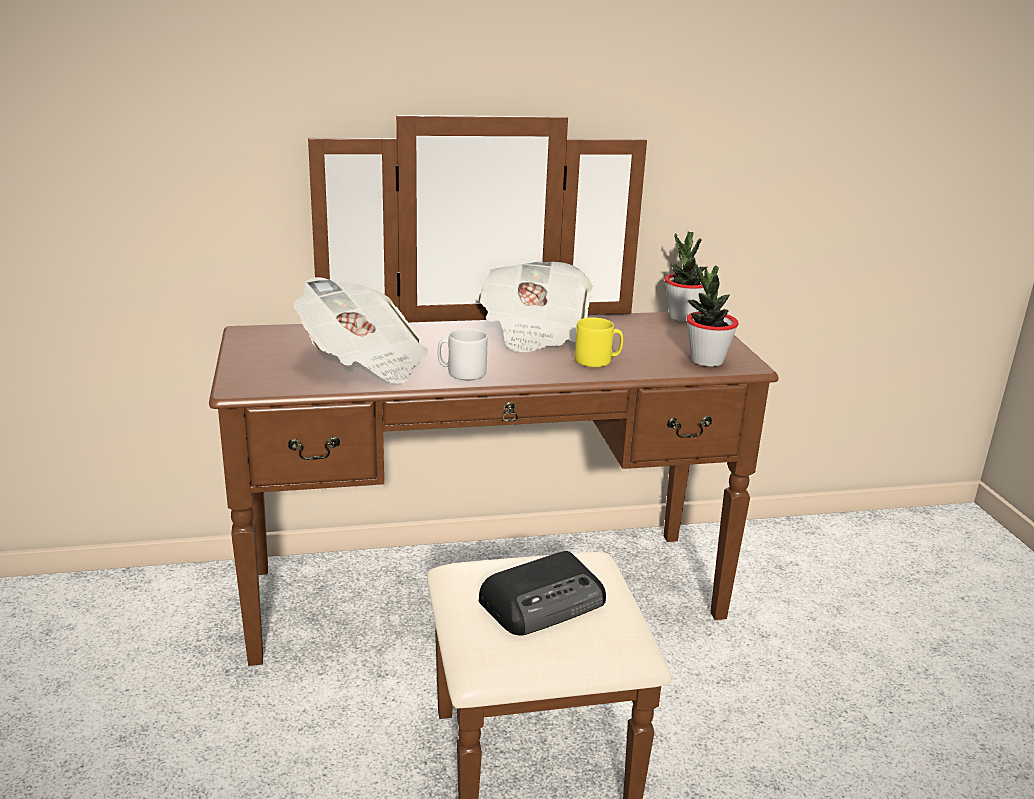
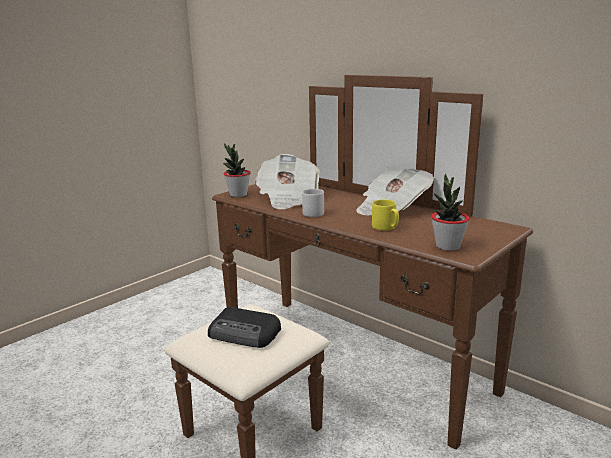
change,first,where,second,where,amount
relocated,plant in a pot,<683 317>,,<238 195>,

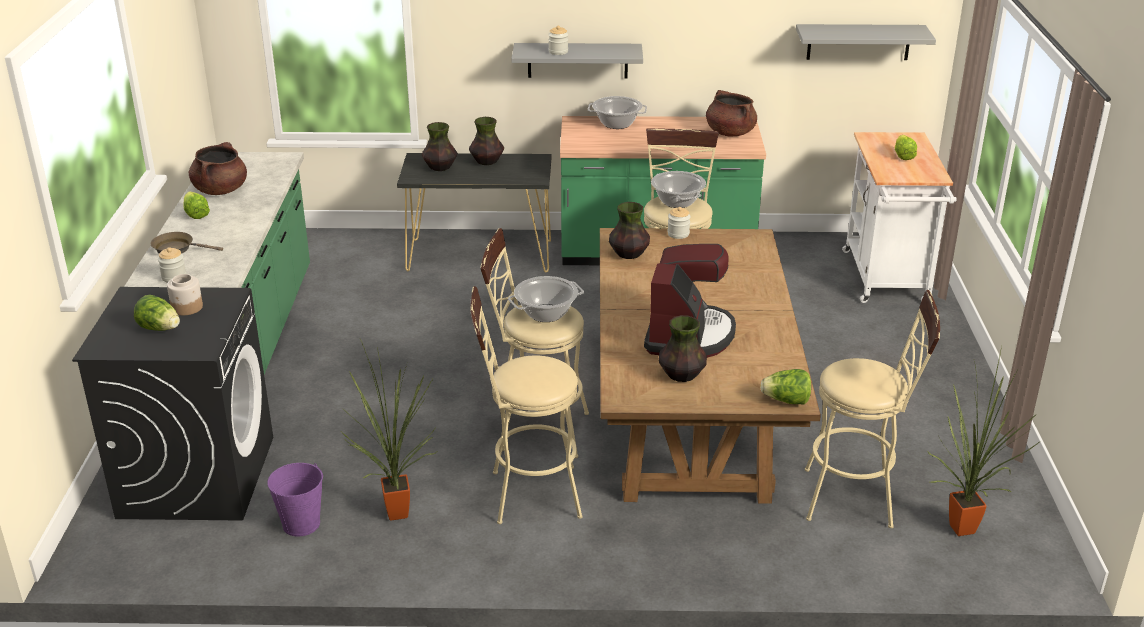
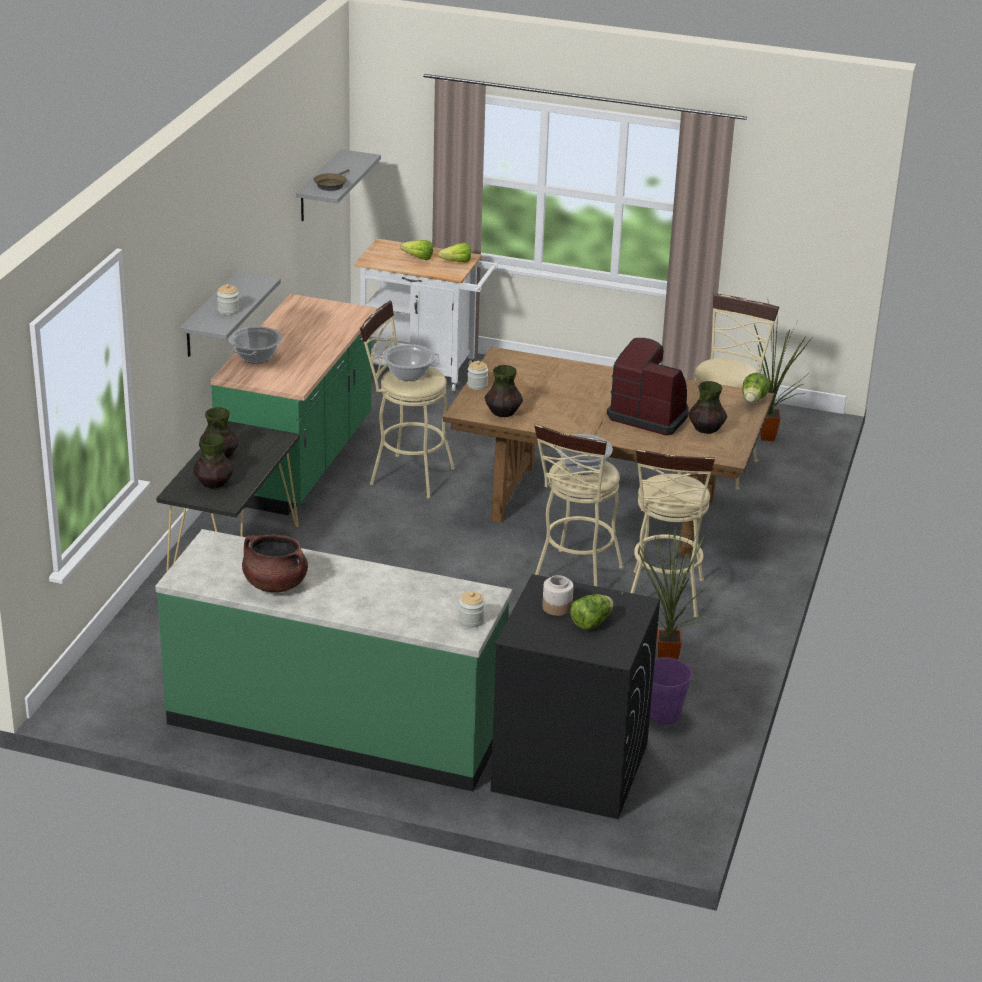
change,first,where,second,where,amount
missing,brown-coloured stockpot,<729 133>,,,
relocated,brown-coloured frying pan,<177 249>,,<331 185>,
relocated,lettuce head,<196 213>,,<454 262>,

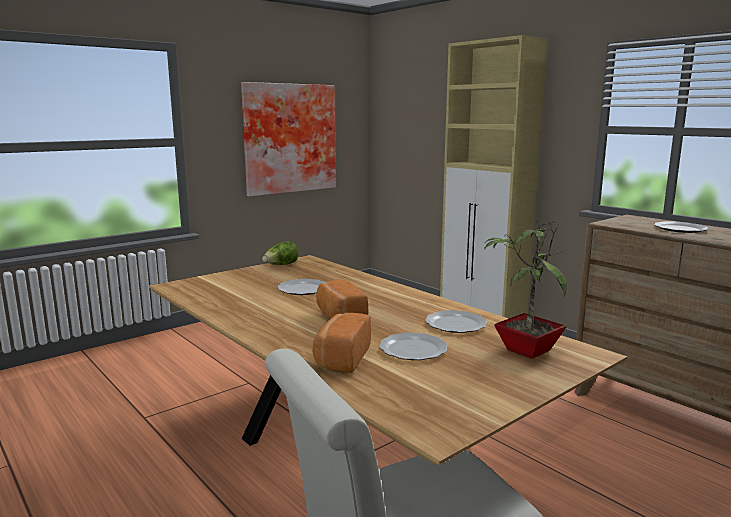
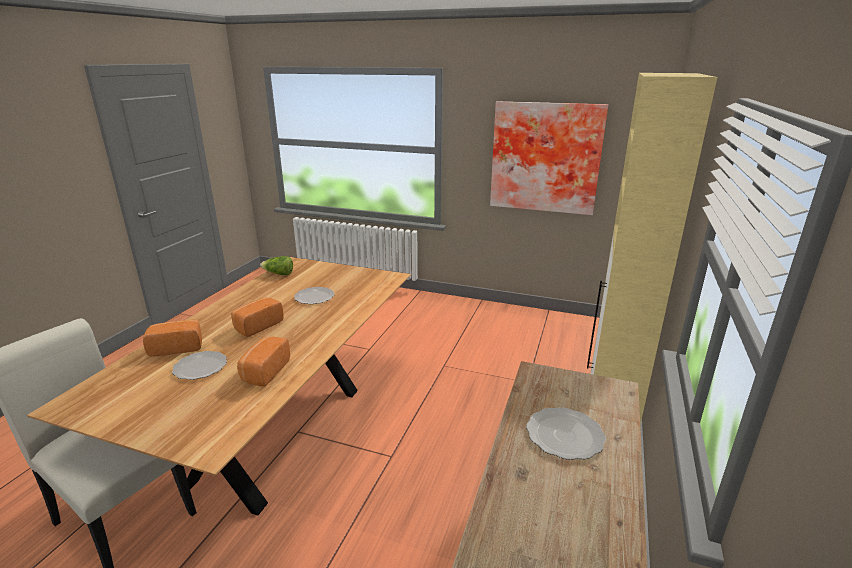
change,first,where,second,where,amount
missing,plant in a pot,<525 350>,,,
relocated,lettuce head,<281 265>,,<279 274>,
exchanged,dinner plate,<455 324>,bakery bread,<264 371>,

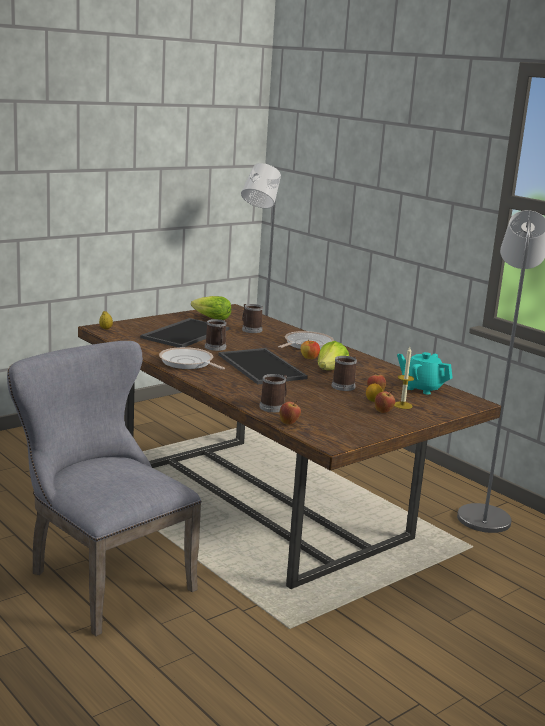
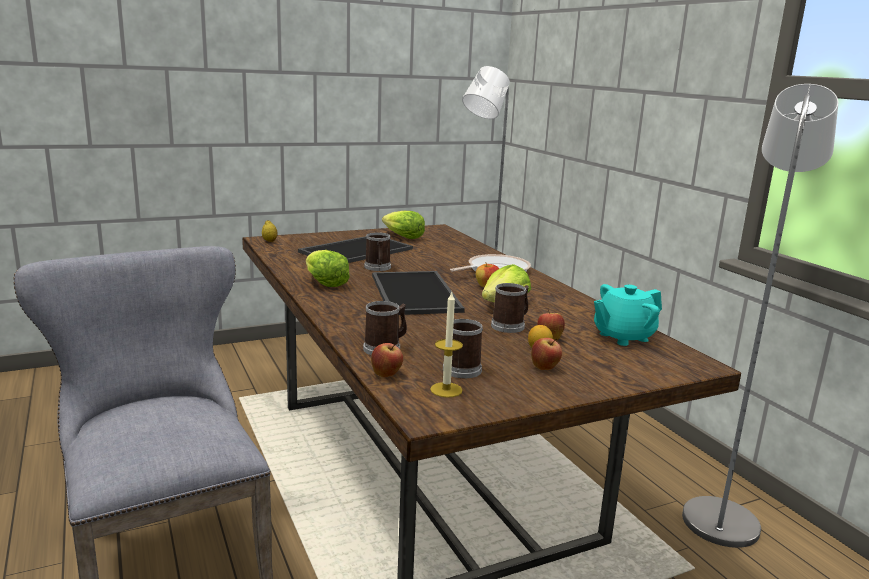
change,first,where,second,where,amount
relocated,mug,<250 329>,,<459 368>,
relocated,candle,<402 405>,,<446 390>,
exchanged,frying pan,<188 363>,lettuce head,<324 283>,
spun,blue-green pot for tea,<421 388>,,<623 337>,75 degrees counterclockwise

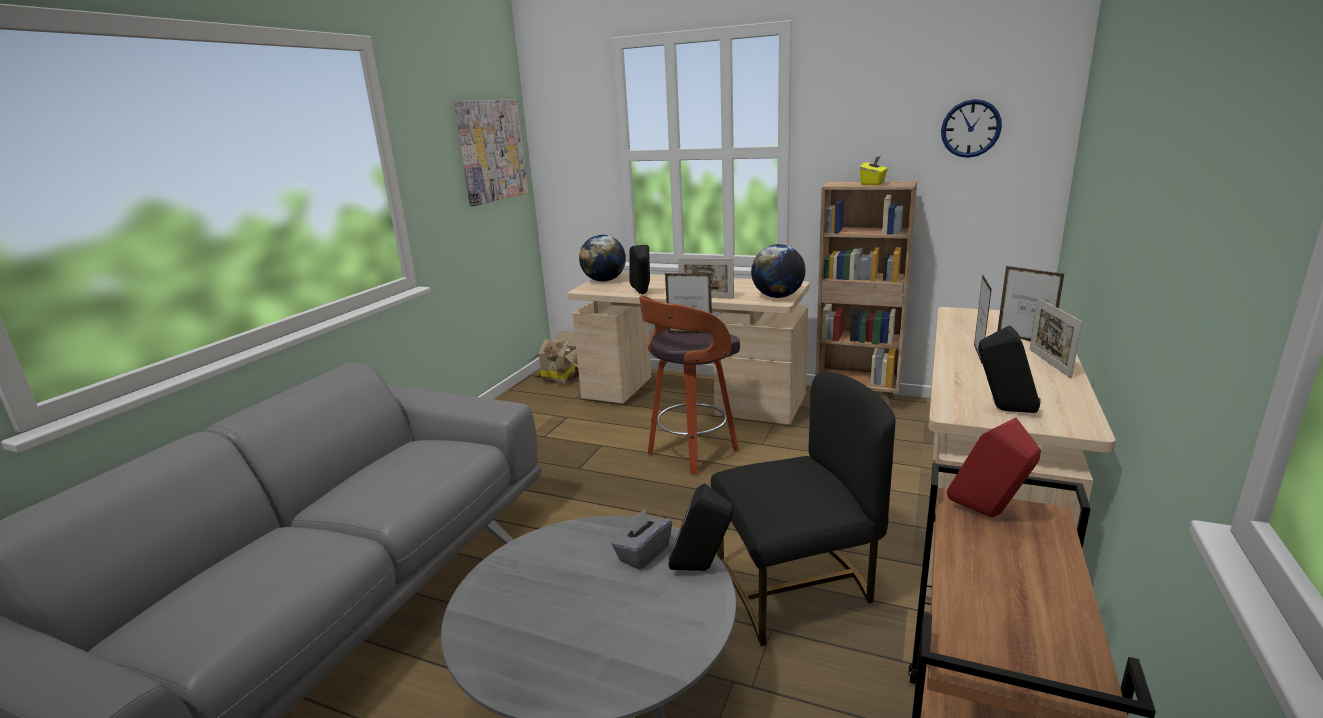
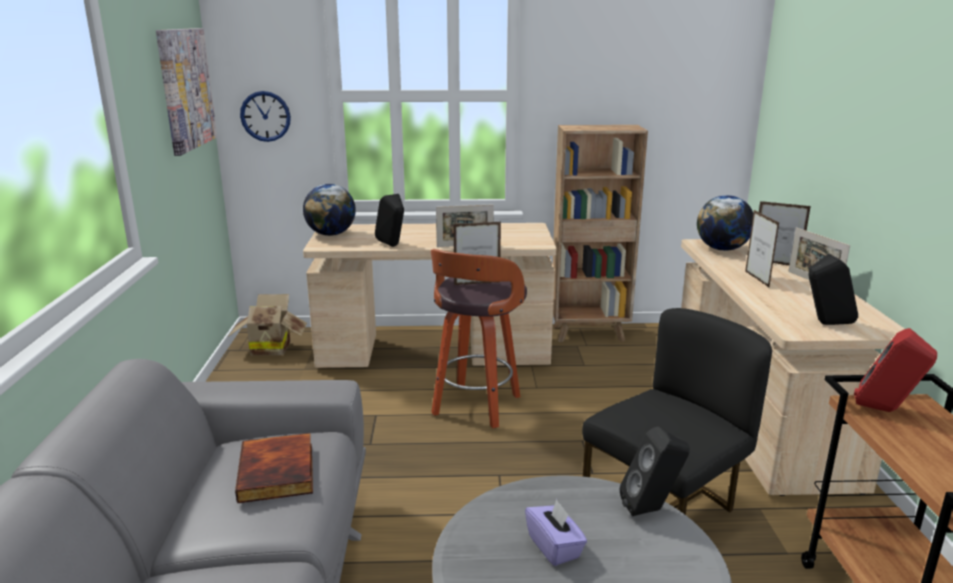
change,first,where,second,where,amount
missing,grey tissue holder,<643 553>,,,
missing,yellowish tissue holder,<873 184>,,,
appeared,,,book,<279 472>,
appeared,,,purple-coloured tissue holder,<554 547>,
relocated,globe,<777 297>,,<722 249>,
relocated,wall clock,<970 128>,,<265 116>,

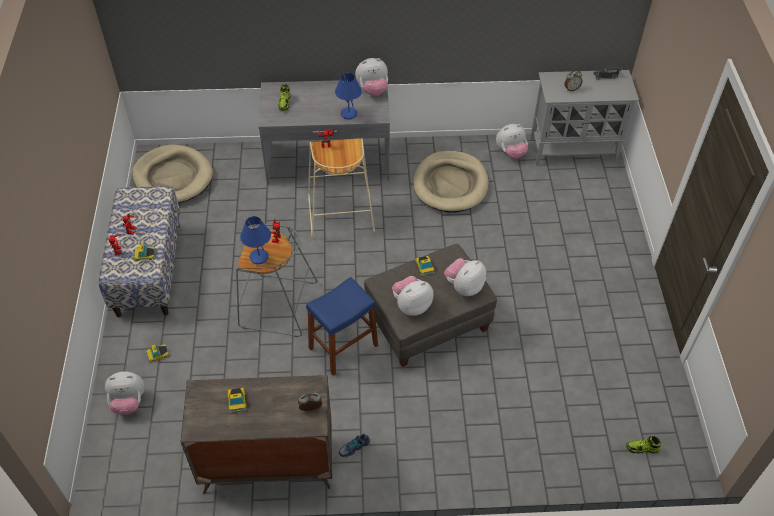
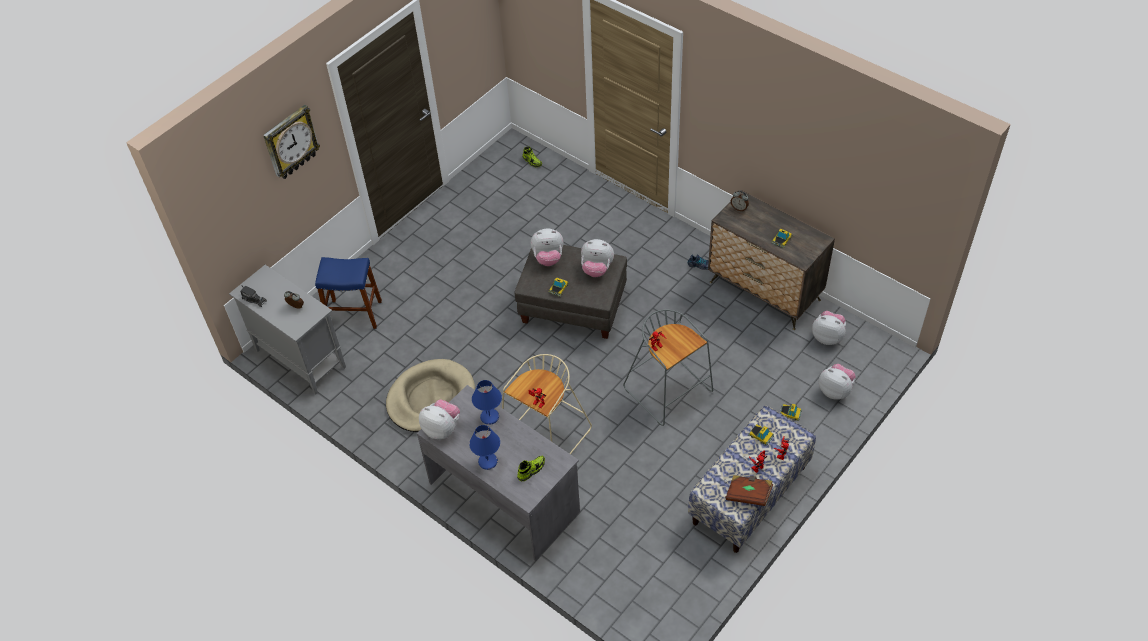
change,first,where,second,where,amount
missing,sand-coloured dog cushion,<173 177>,,,
appeared,,,wall clock,<290 142>,
appeared,,,brown-coloured book,<748 494>,
relocated,blue-coloured table lamp,<258 257>,,<488 462>,
relocated,blue-coloured sitting stool,<343 347>,,<354 314>,
relocated,plush toy,<510 152>,,<827 336>,

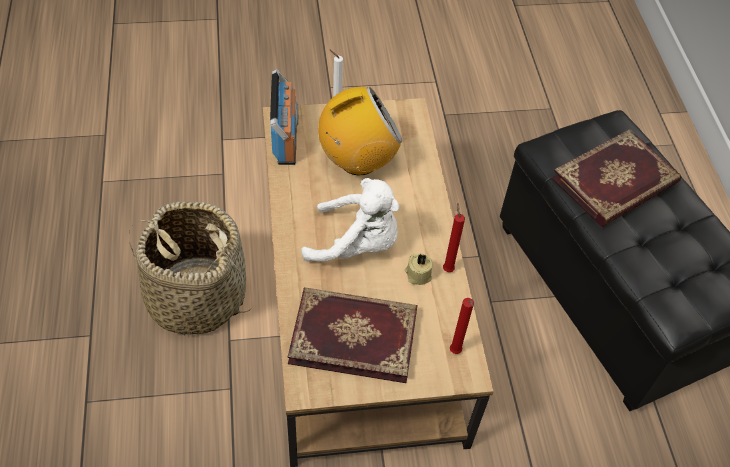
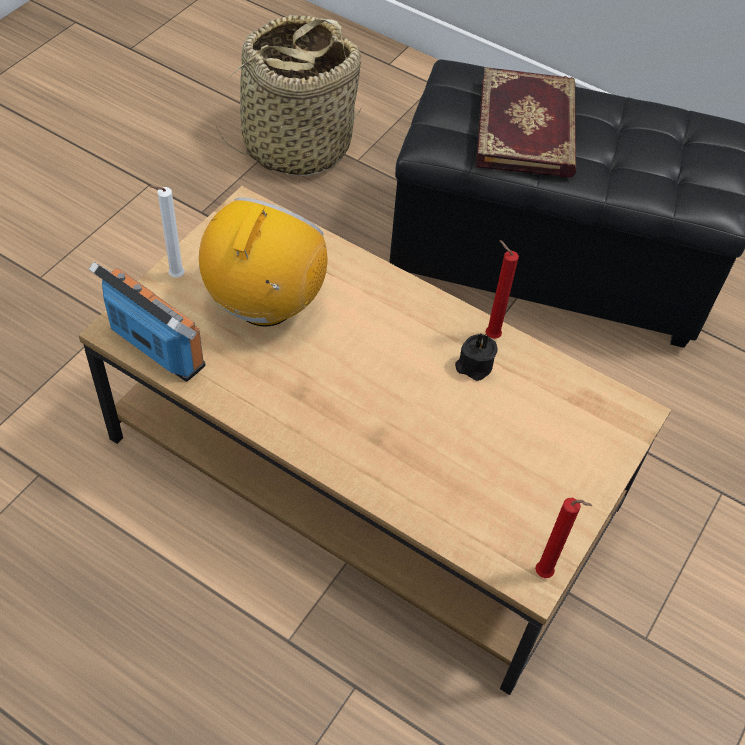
change,first,where,second,where,amount
missing,book,<354 335>,,,
missing,white plush toy,<357 244>,,,
relocated,storage basket,<196 297>,,<296 144>,
relocated,red candle,<455 353>,,<546 575>,
colour,sand-coloured candle,<417 274>,black-coloured candle,<474 366>,

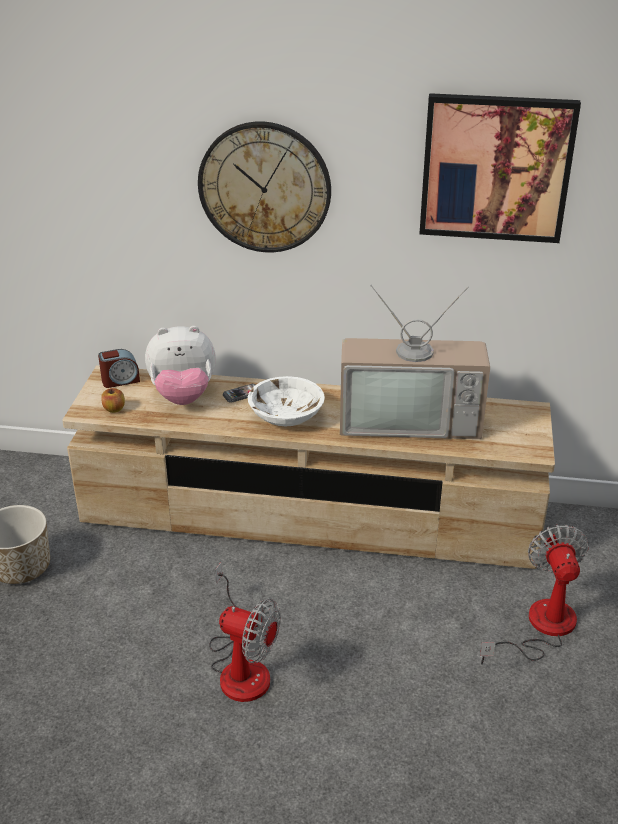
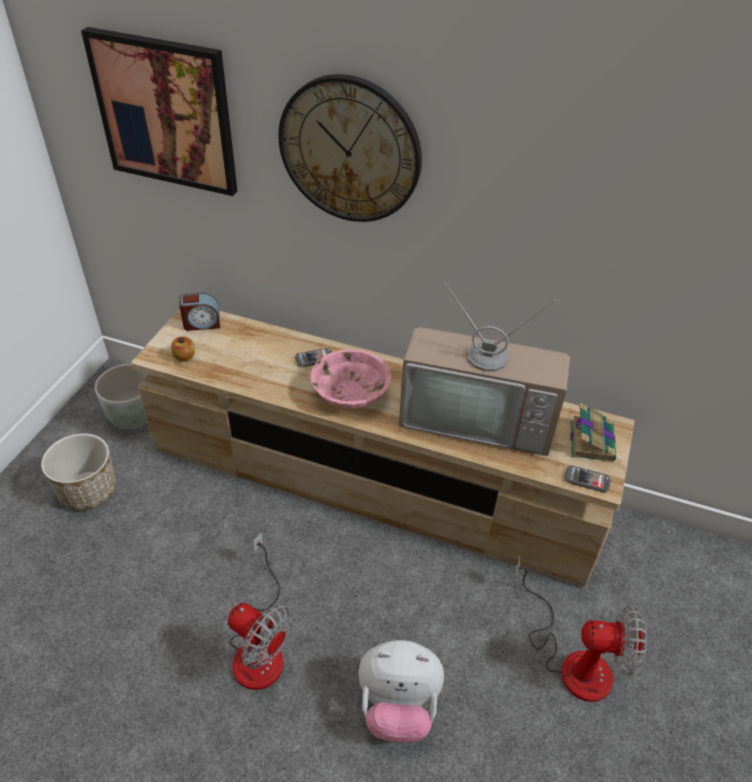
change,first,where,second,where,amount
appeared,,,grey planter,<133 418>,
appeared,,,telephone,<587 480>,
appeared,,,book,<591 440>,
relocated,plush toy,<183 396>,,<398 707>,
relocated,wall art,<496 168>,,<166 112>,
colour,white deep dish,<286 417>,pink deep dish,<350 393>,
spun,cooling fan,<540 627>,,<573 660>,90 degrees clockwise

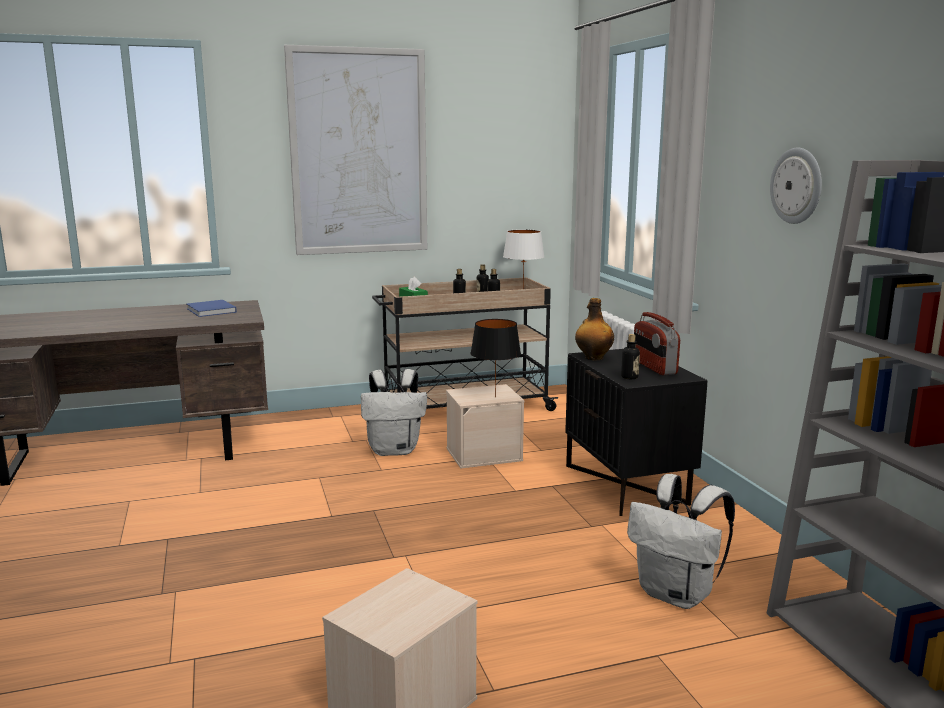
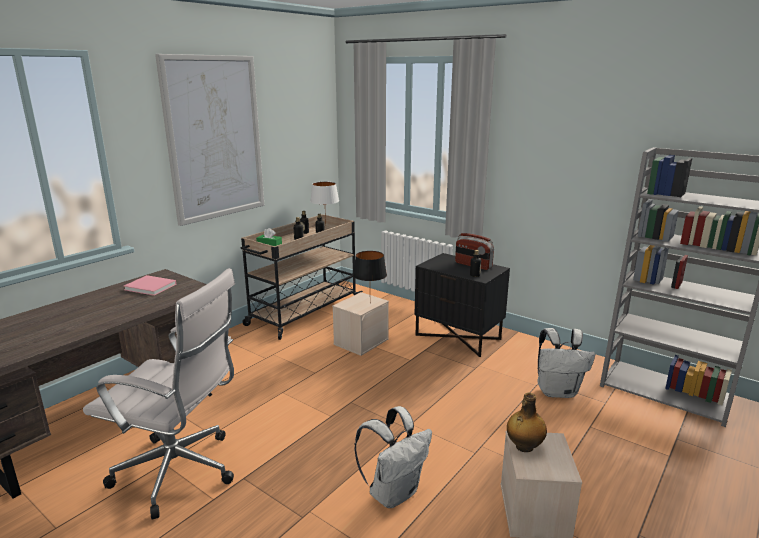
change,first,where,second,where,amount
missing,wall clock,<797 186>,,,
appeared,,,white desk chair,<181 472>,
relocated,white backpack,<395 450>,,<394 492>,
relocated,beverage bottle,<593 358>,,<524 447>,
colour,blue-coloured book,<211 310>,pink book,<151 287>,

